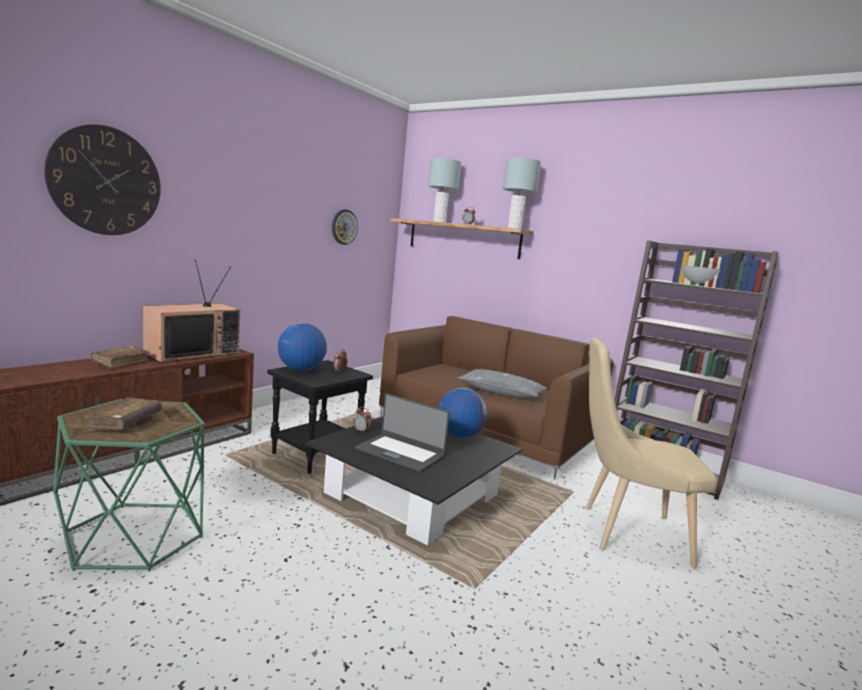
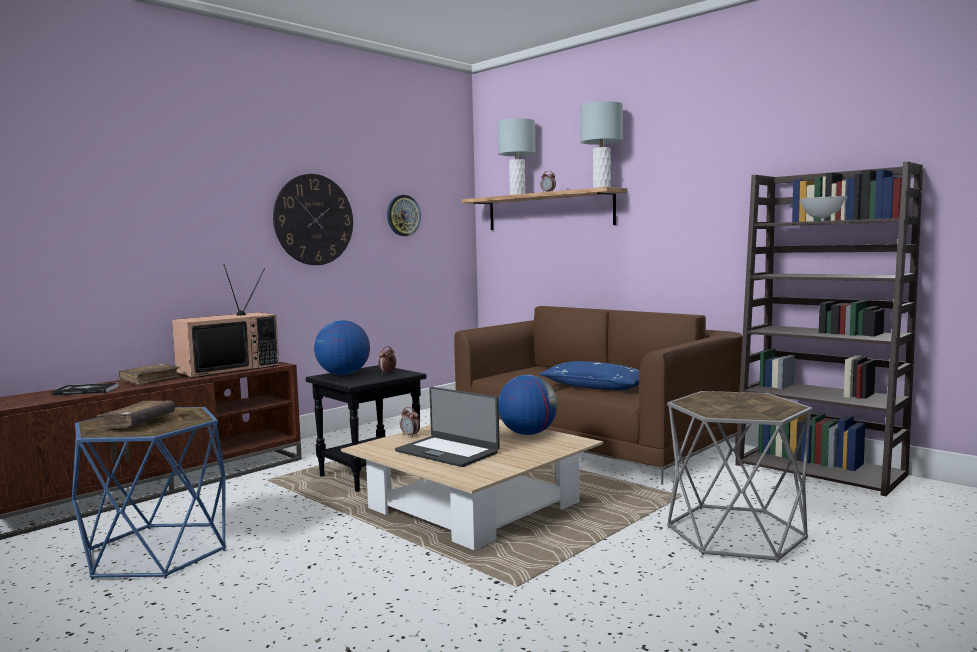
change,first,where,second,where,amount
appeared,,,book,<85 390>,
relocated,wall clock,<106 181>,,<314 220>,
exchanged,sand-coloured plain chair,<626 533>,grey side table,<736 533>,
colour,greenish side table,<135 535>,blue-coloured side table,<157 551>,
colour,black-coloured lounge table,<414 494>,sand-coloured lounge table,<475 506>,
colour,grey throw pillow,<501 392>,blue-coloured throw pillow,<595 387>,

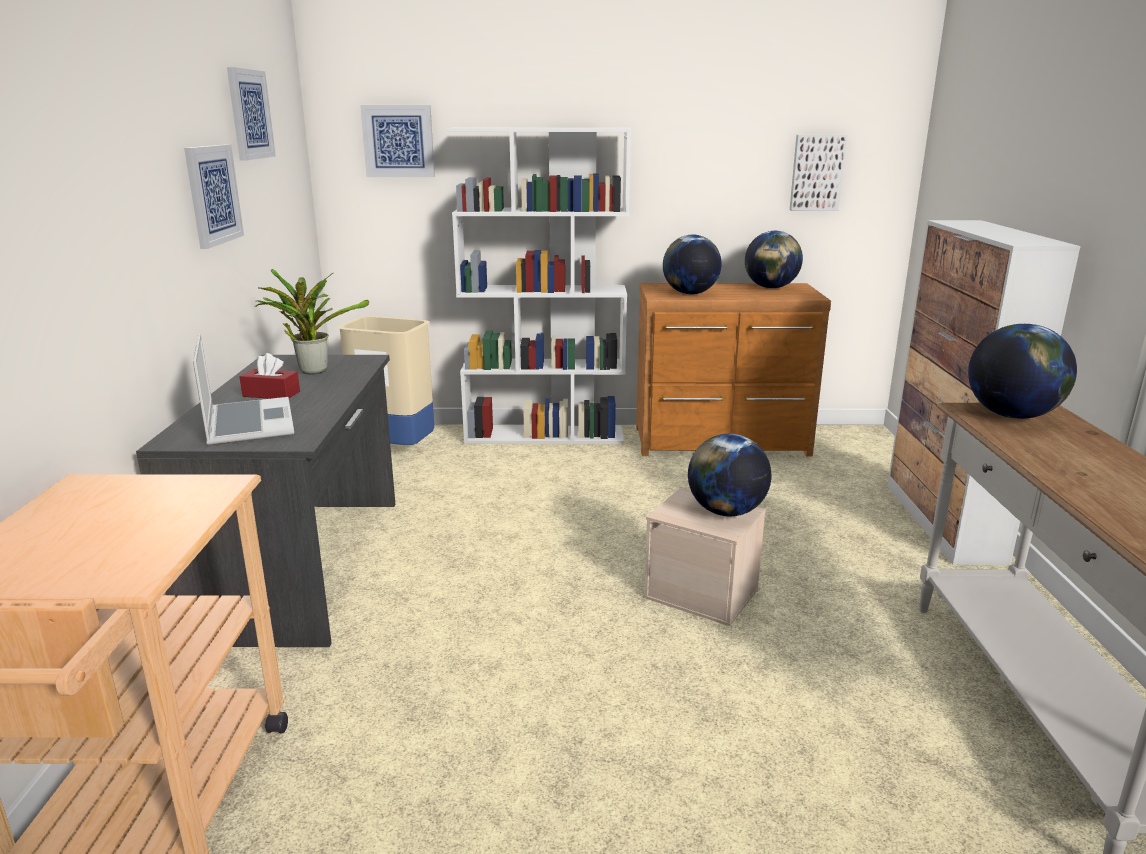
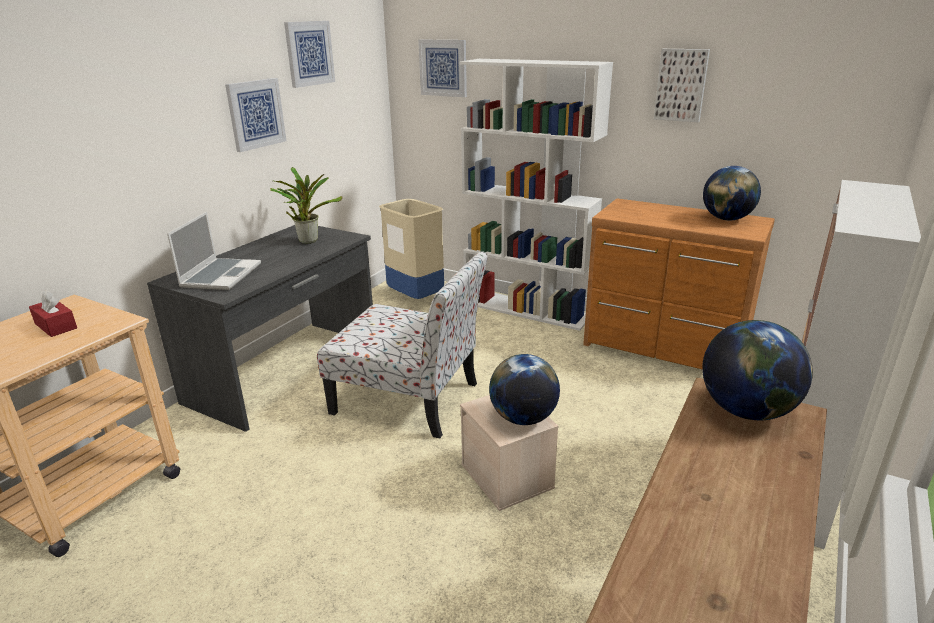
change,first,where,second,where,amount
missing,globe,<690 293>,,,
appeared,,,plain chair,<409 399>,
relocated,red tissue holder,<271 394>,,<56 326>,
relocated,wall art,<816 172>,,<681 85>,

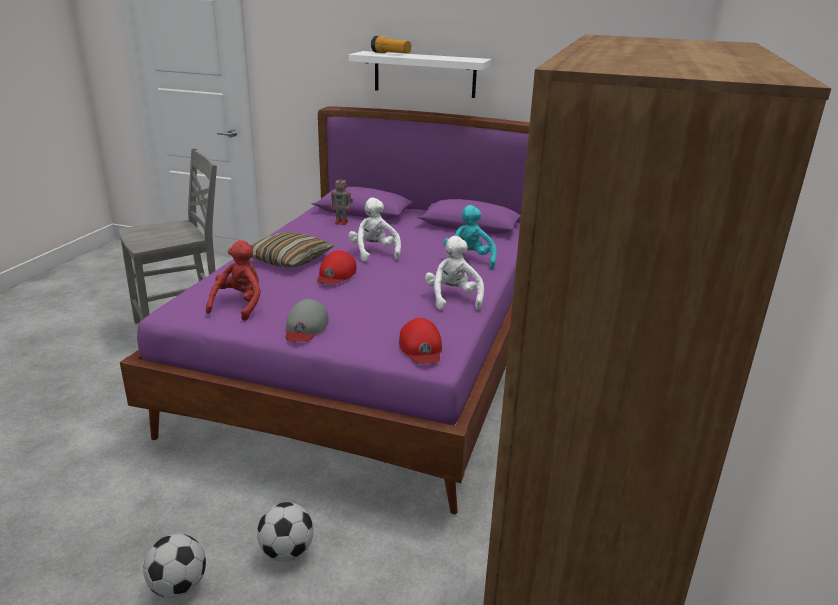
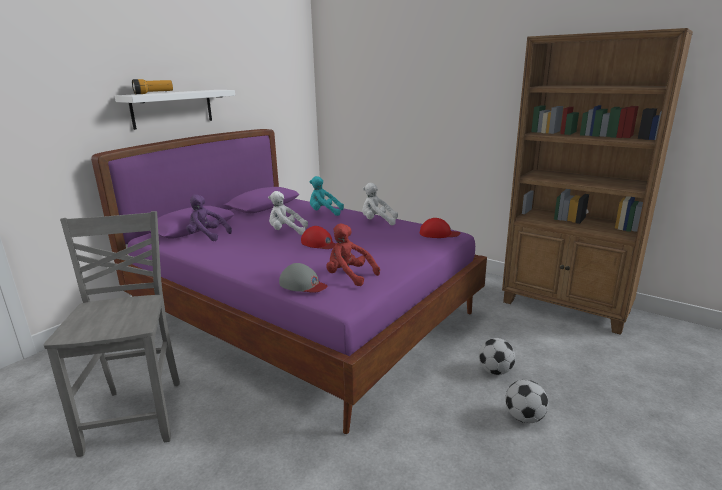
change,first,where,second,where,amount
missing,throw pillow,<289 260>,,,
relocated,grey cap,<305 327>,,<303 284>,
exchanged,toy robot,<342 222>,purple-coloured plush toy,<207 236>,

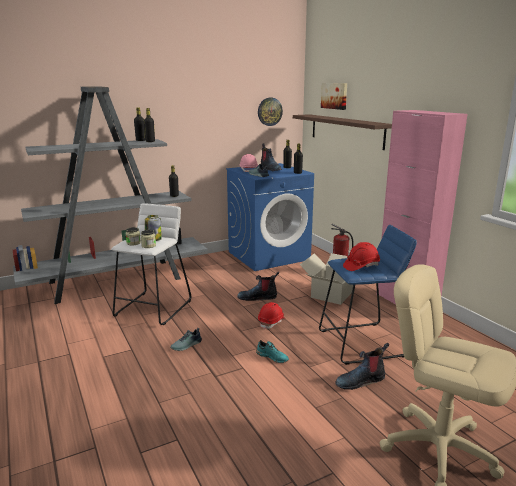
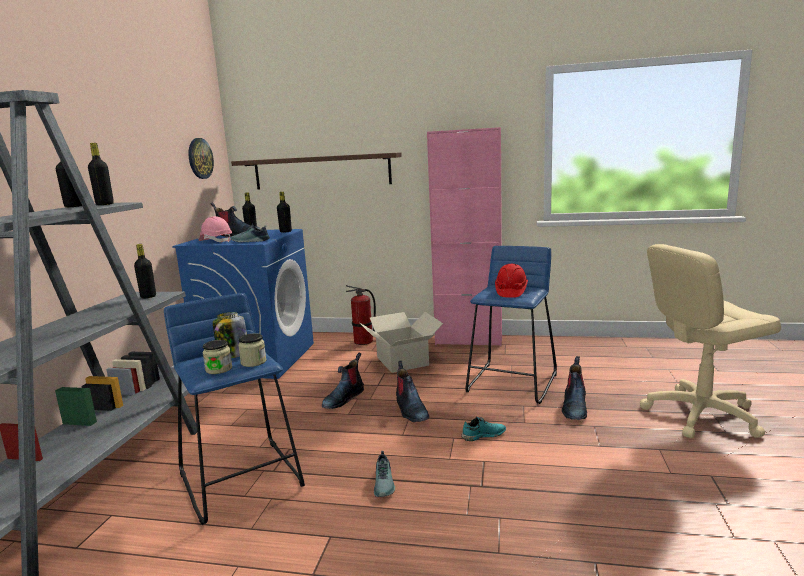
change,first,where,second,where,amount
missing,wall art,<334 96>,,,
exchanged,red work helmet,<272 322>,high-top boot,<410 410>,
colour,white sitting stool,<153 308>,blue-coloured sitting stool,<242 479>,

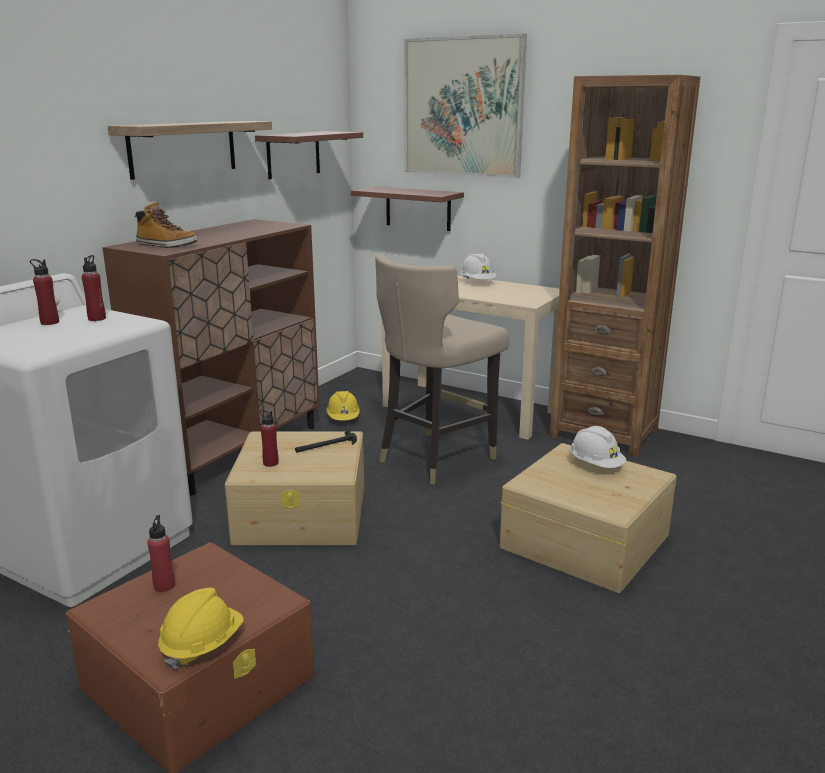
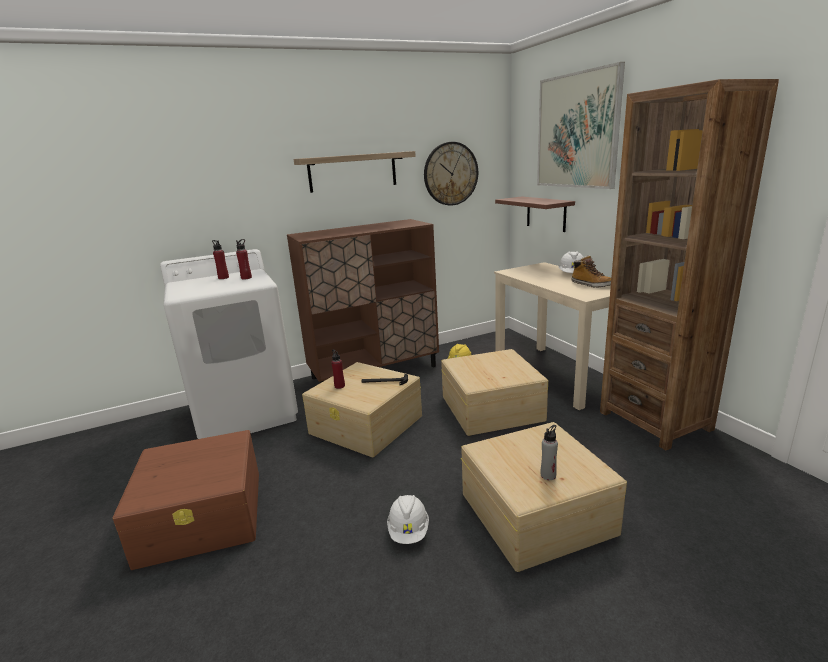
change,first,where,second,where,amount
missing,red beverage bottle,<164 586>,,,
missing,yellowish work helmet,<202 645>,,,
appeared,,,grey beverage bottle,<548 475>,
relocated,high-top boot,<166 246>,,<591 285>,
relocated,white work helmet,<595 465>,,<409 531>,
exchanged,bracket shelf,<293 154>,wall clock,<450 174>,
exchanged,sand-coloured sitting stool,<435 457>,sand-coloured storage bin,<491 407>,

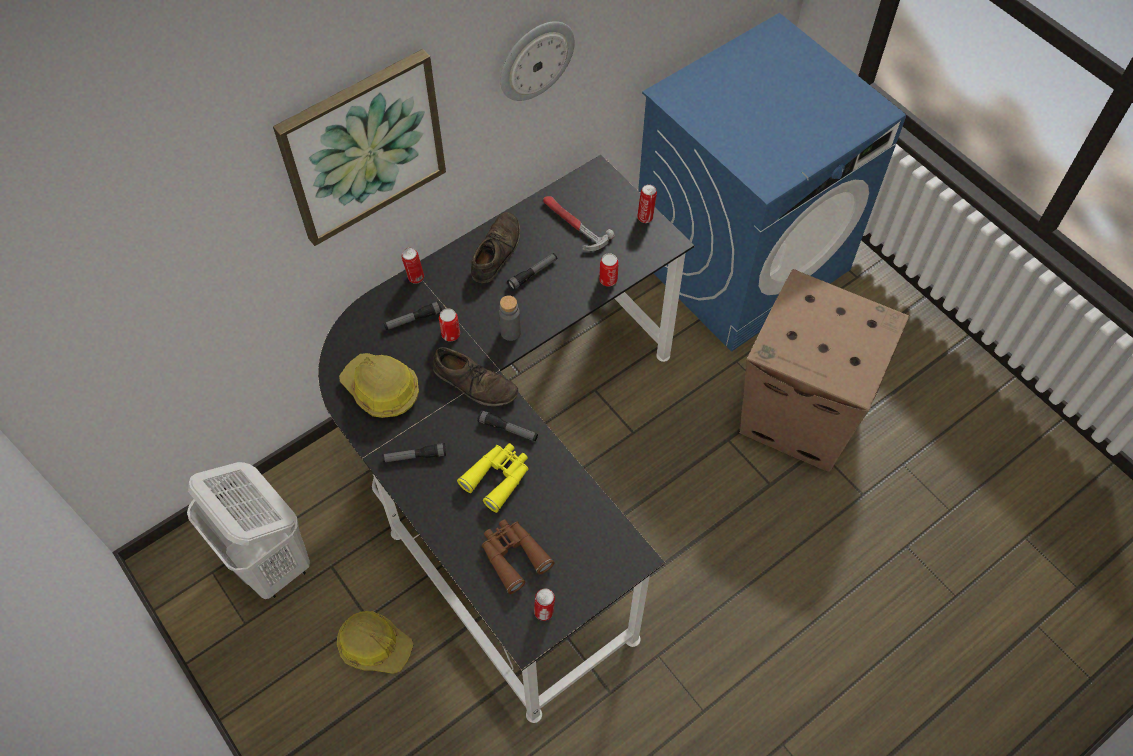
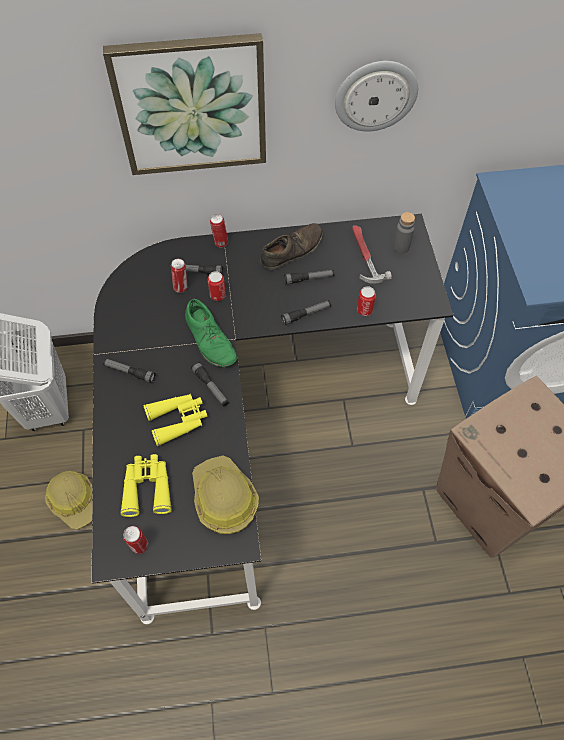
change,first,where,second,where,amount
appeared,,,hand torch,<306 314>,
relocated,work helmet,<381 390>,,<224 498>,
relocated,grey beverage bottle,<510 332>,,<401 247>,
relocated,metal can,<645 217>,,<181 287>,
colour,brown-coloured low shoe,<475 383>,greenish low shoe,<210 340>,
colour,brown-coloured binoculars,<513 556>,yellowish binoculars,<147 487>,

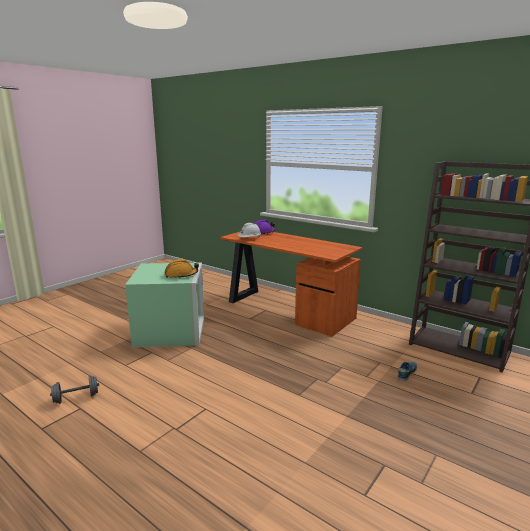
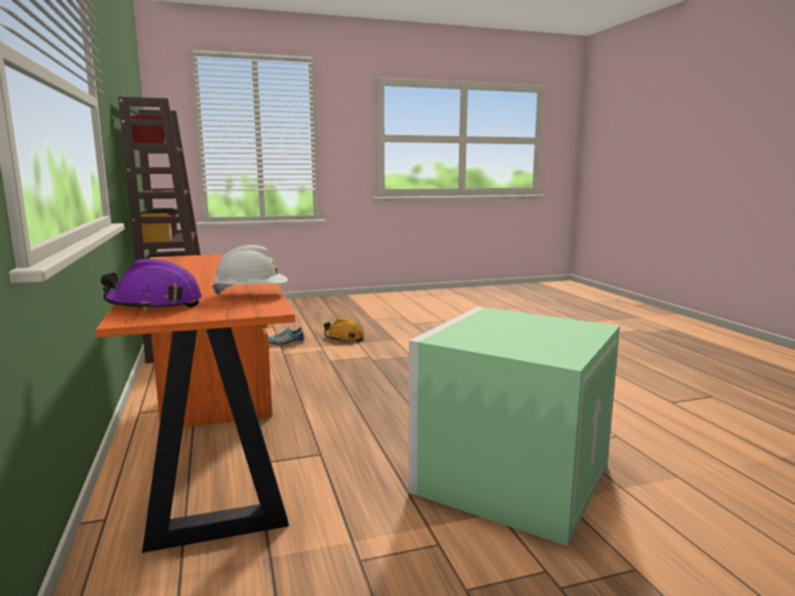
change,first,where,second,where,amount
missing,grey free weight,<76 398>,,,
relocated,orangey work helmet,<181 275>,,<344 338>,

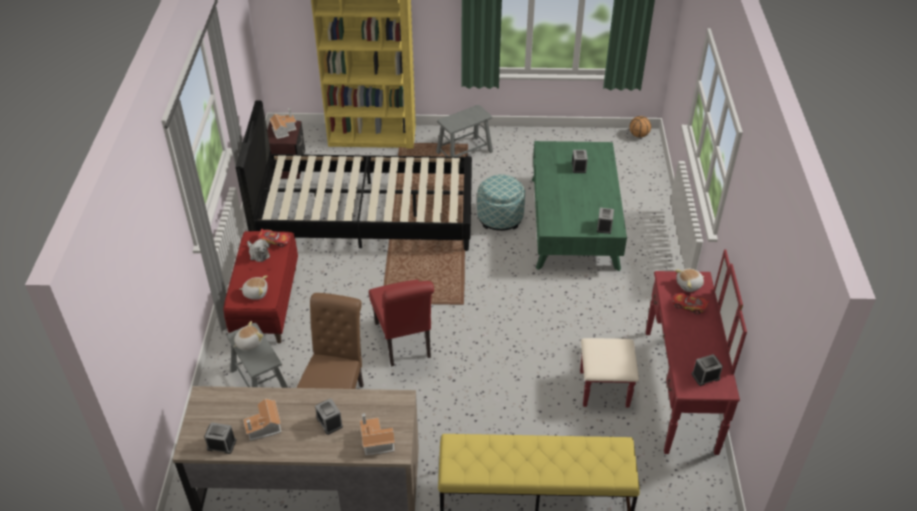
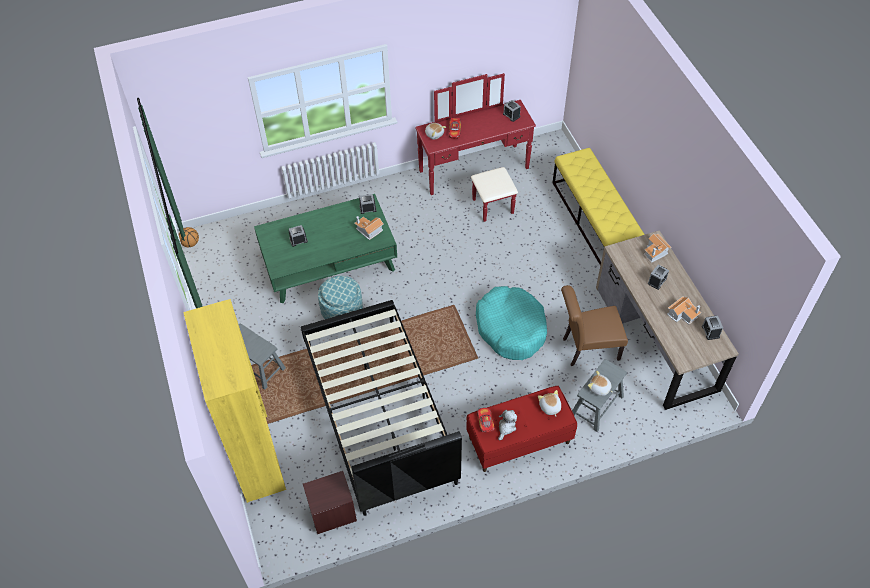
change,first,where,second,where,amount
relocated,miniature house,<283 129>,,<368 230>,
exchanged,red plain chair,<404 343>,blue-green dog cushion,<511 328>,

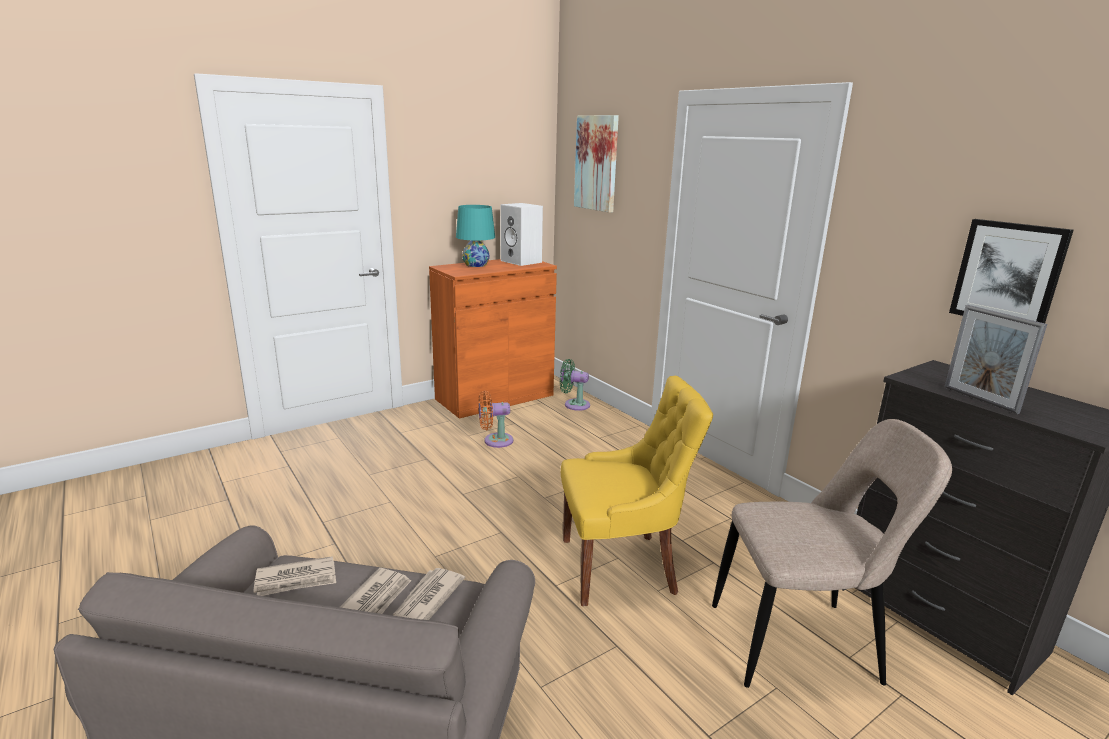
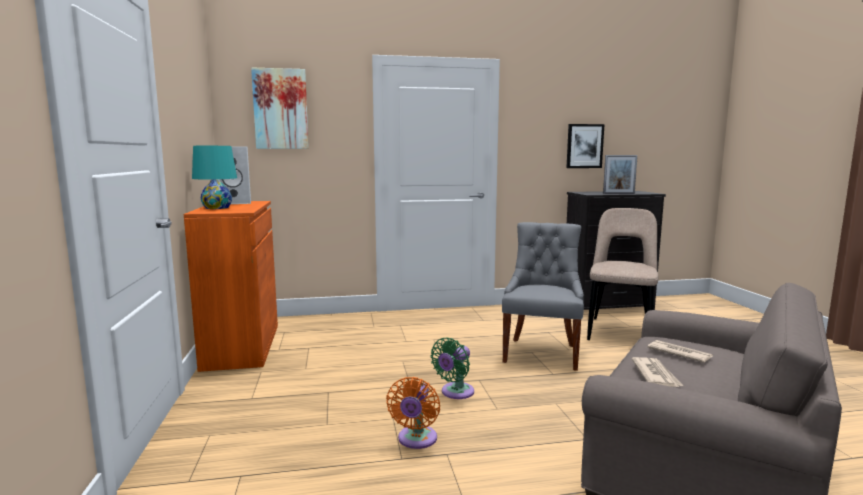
change,first,where,second,where,amount
missing,printed paper,<427 599>,,,
relocated,orangey cooling fan,<495 441>,,<416 440>,
relocated,greenish cooling fan,<574 404>,,<455 393>,
colour,yellowish plain chair,<621 567>,grey plain chair,<541 353>,

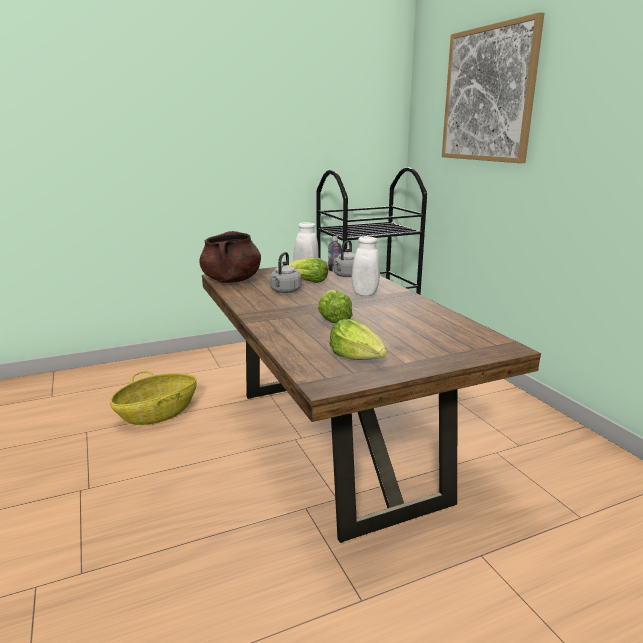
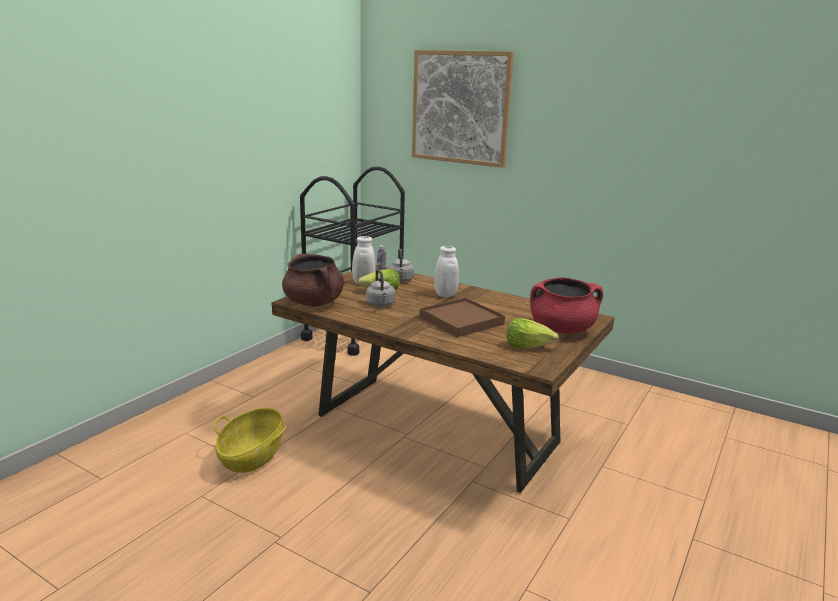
change,first,where,second,where,amount
appeared,,,red stockpot,<562 329>,
exchanged,lettuce head,<333 318>,brown-coloured tray,<461 321>,

